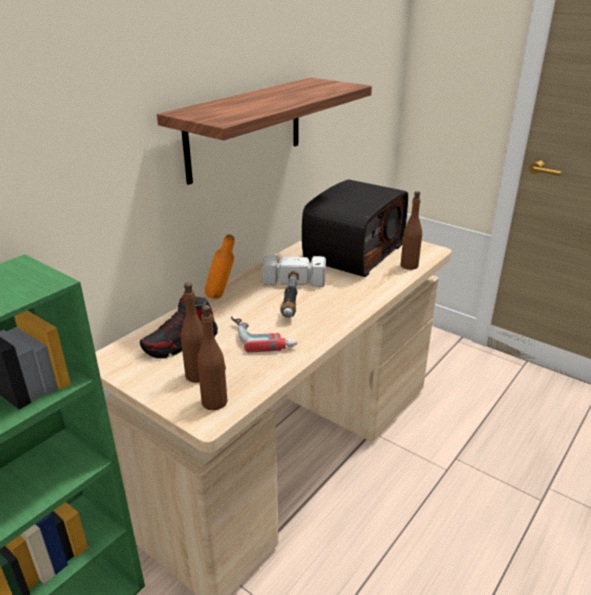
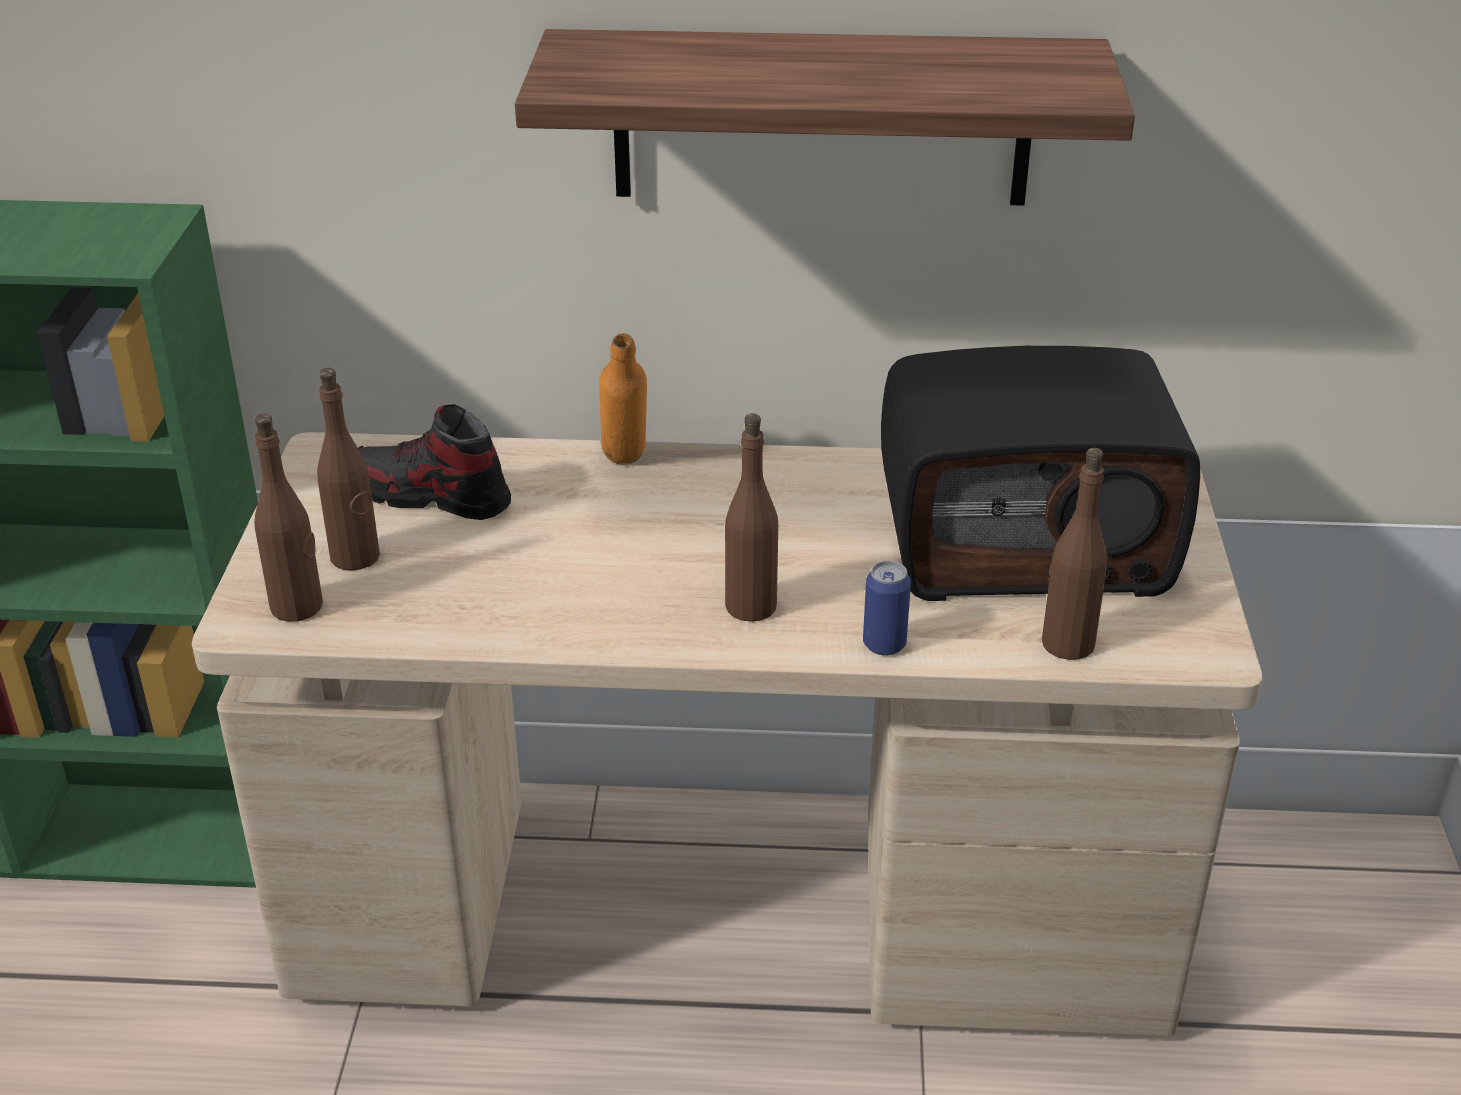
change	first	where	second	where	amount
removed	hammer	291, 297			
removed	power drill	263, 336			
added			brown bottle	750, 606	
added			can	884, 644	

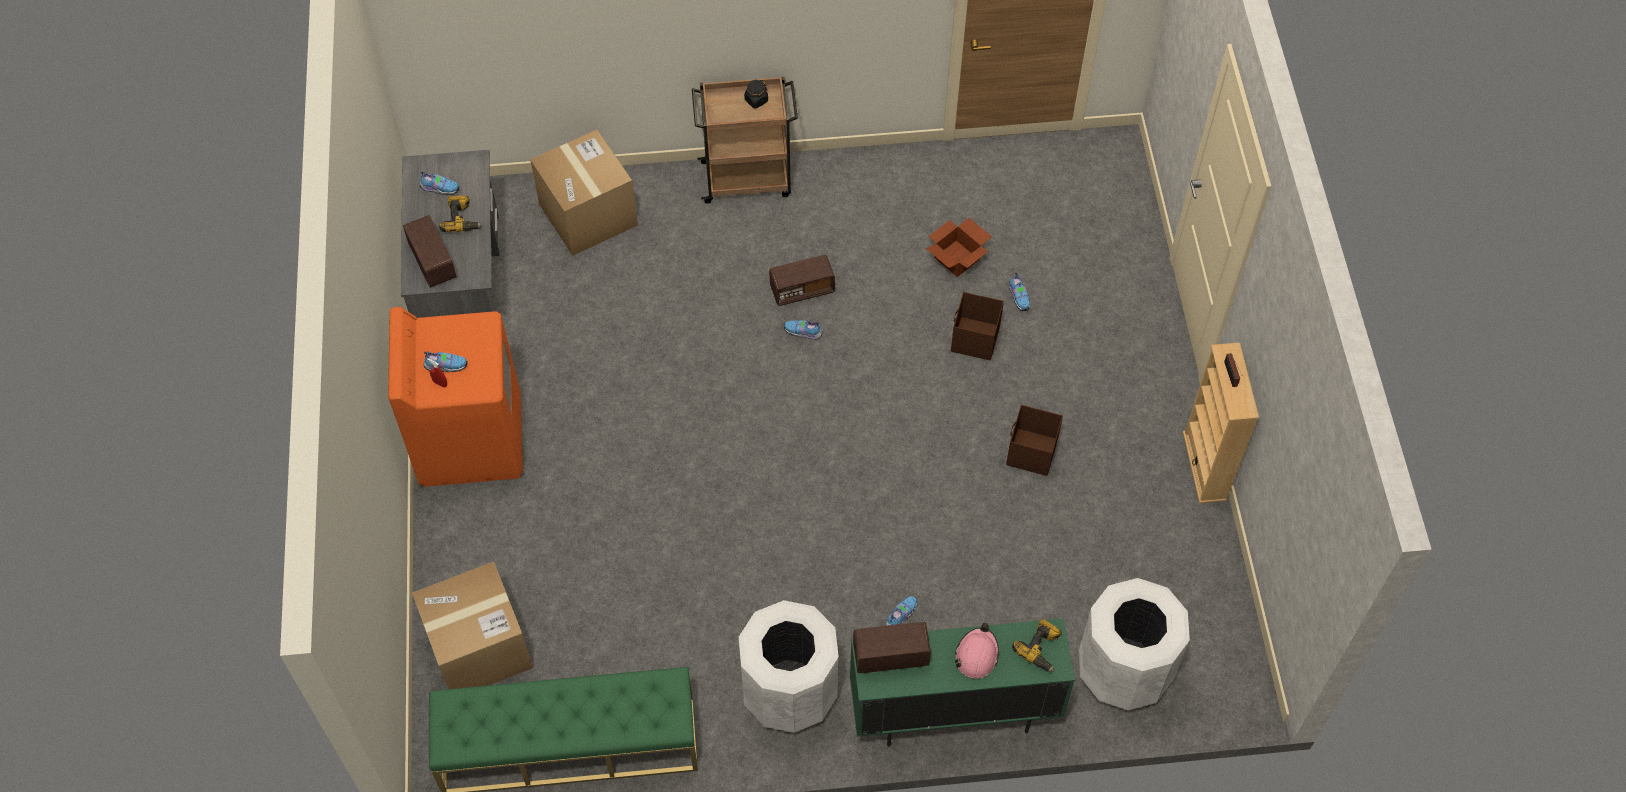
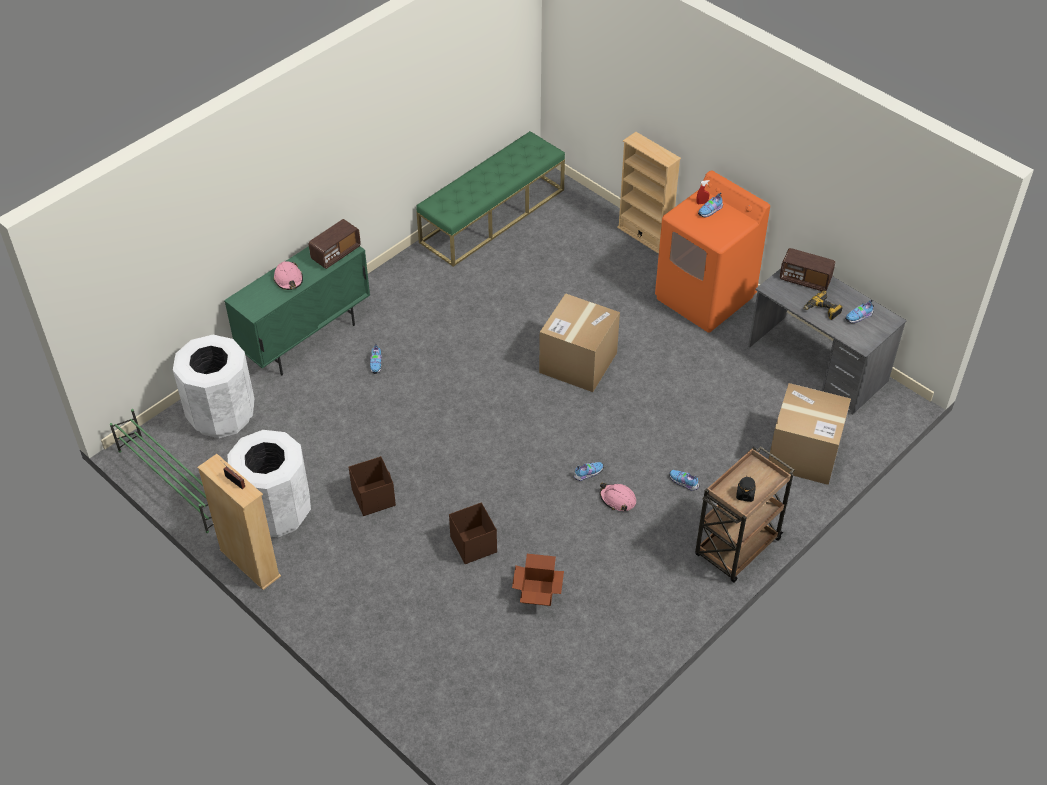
change	first	where	second	where	amount
replaced	radio	802, 290	pink hard hat	617, 499	
moved	shoe	1019, 297		684, 483	
moved	cardboard box	479, 648		578, 362	
moved	white trash can	789, 693		276, 512	
removed	power drill	1041, 648			
added			beige bookcase	644, 236	
added			green shoe rack	173, 482	

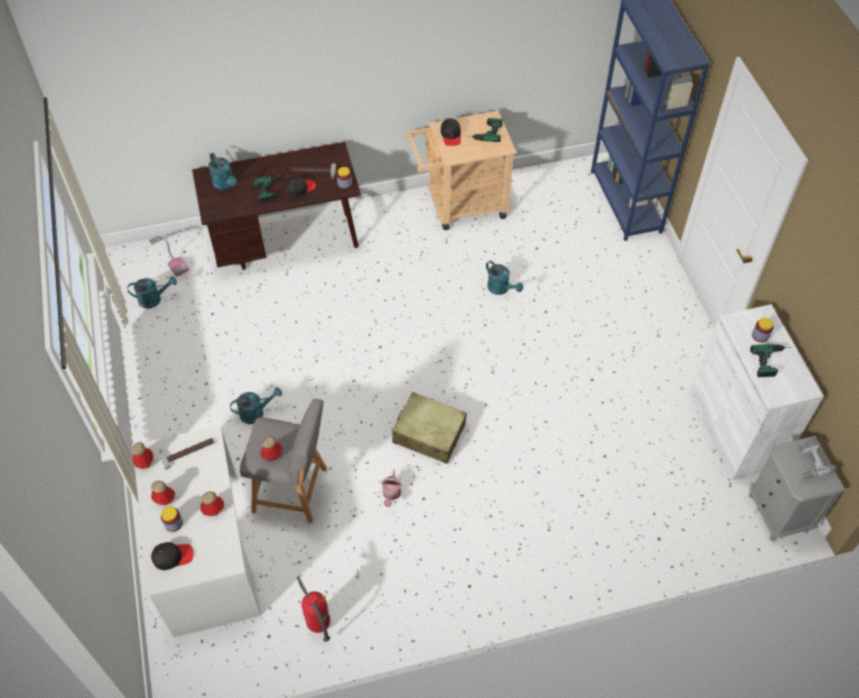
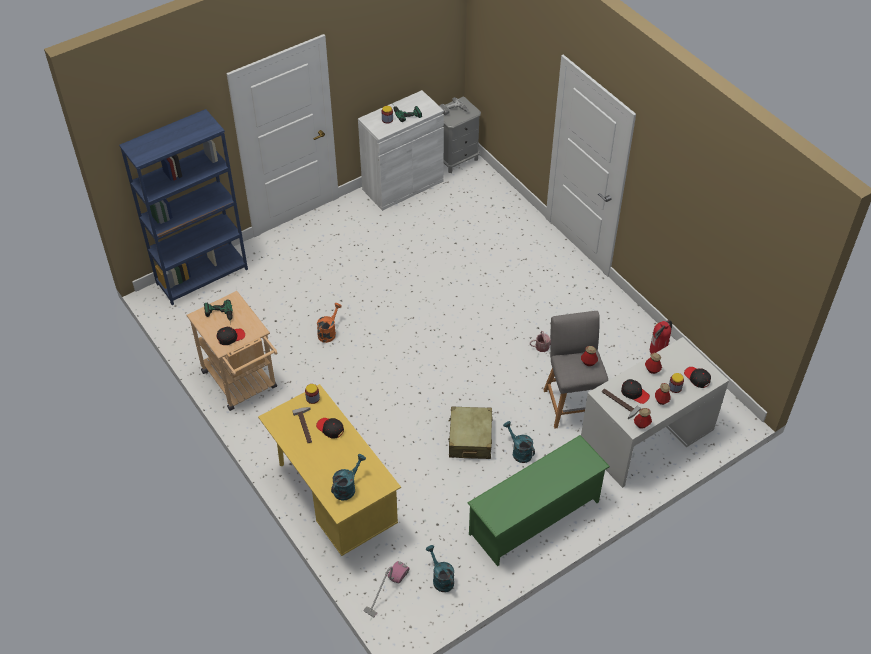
change	first	where	second	where	amount
recoloured	brown desk	286, 242	yellow desk	333, 499	
removed	power drill	273, 189			
recoloured	turquoise watering can	501, 289	orange watering can	328, 332	
moved	beige suitcase	429, 434		470, 439	
added			black cap	634, 393	
added			green shoe rack	535, 518	

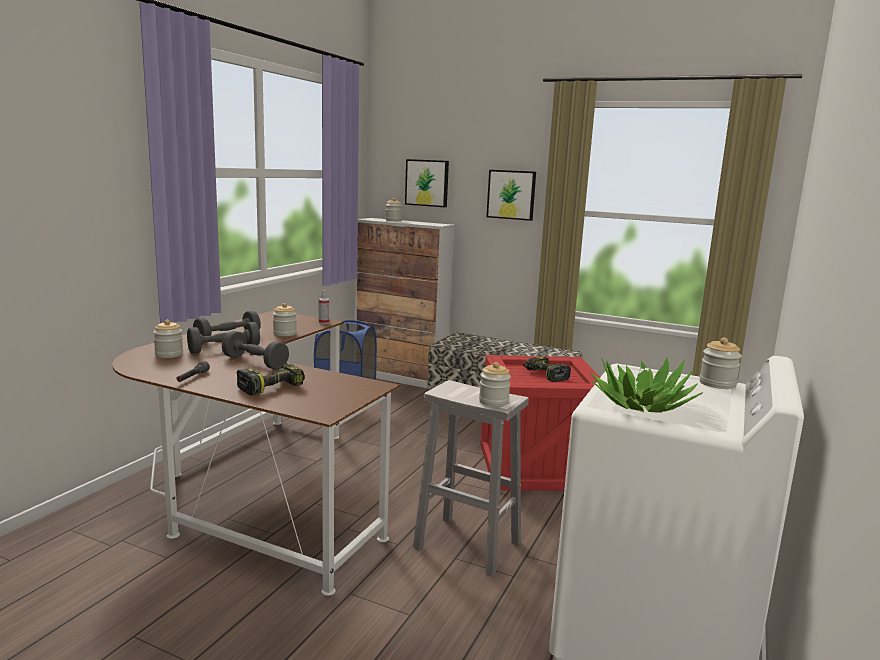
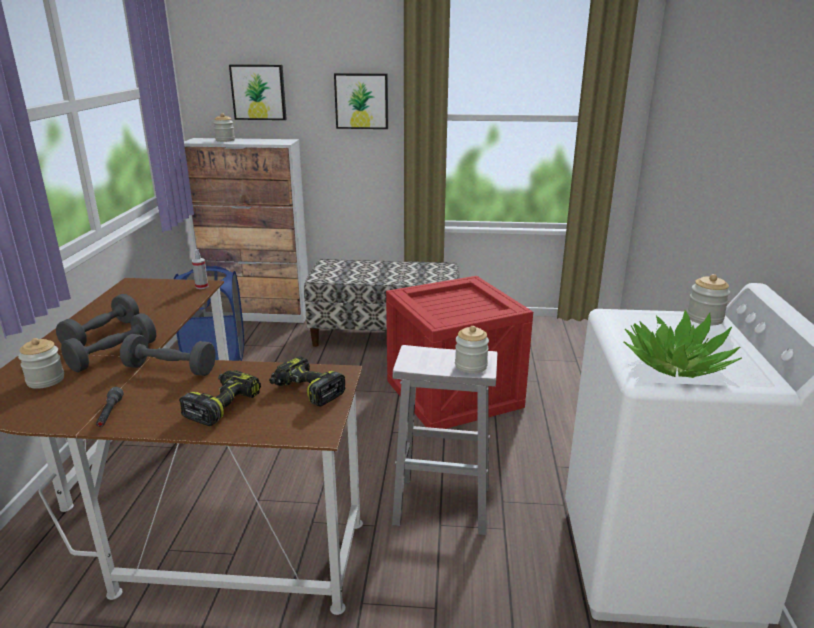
change	first	where	second	where	amount
removed	jar	285, 333			
moved	power drill	545, 375		306, 391	

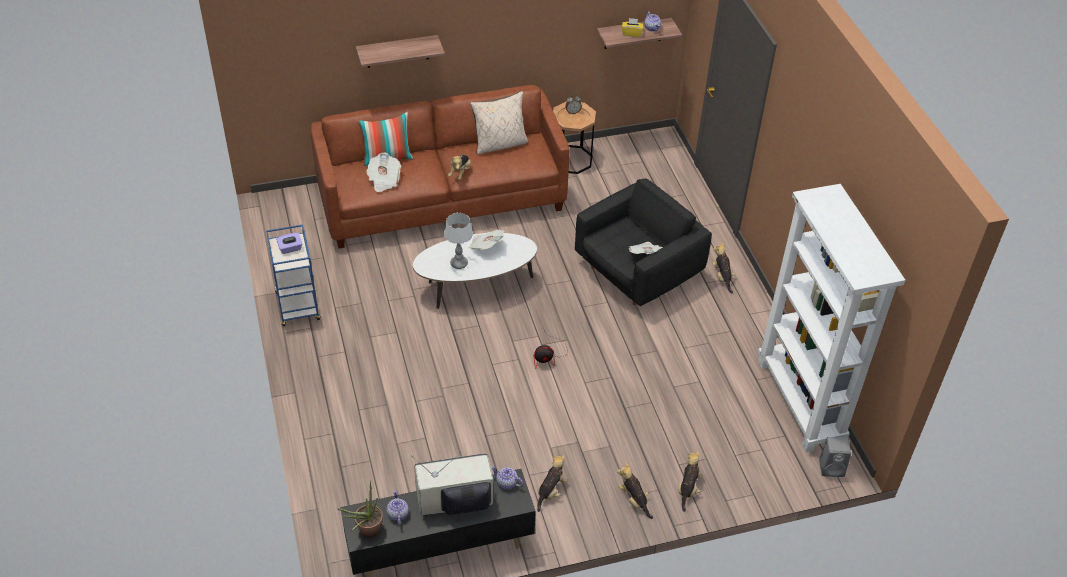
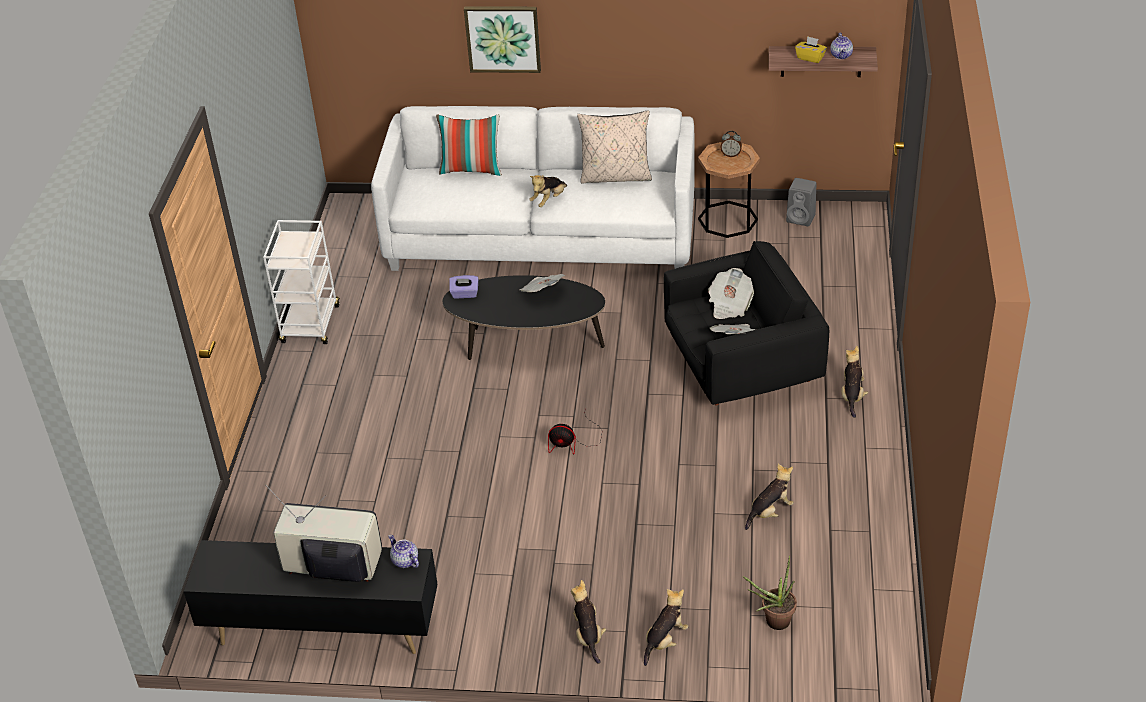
change	first	where	second	where	amount
replaced	shelf	397, 51	picture	503, 38	
recoloured	brown sofa	442, 198	white sofa	542, 237	
moved	newspaper	383, 180		730, 305	
removed	white bookcase	800, 402			
removed	table lamp	459, 264			
recoloured	blue cart	298, 307	white cart	310, 325	
moved	purple tissue box	290, 248		464, 294	
recoloured	white coffee table	475, 287	black coffee table	527, 345	
moved	grey speaker	832, 468		801, 218	
moved	plush toy	550, 491		770, 512	
moved	potted plant	366, 532		773, 622	
removed	teapot	397, 514			

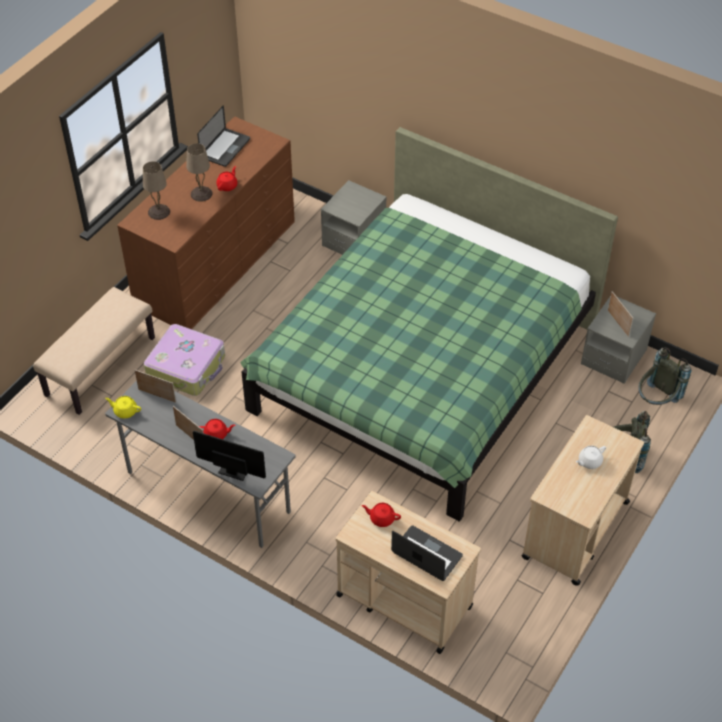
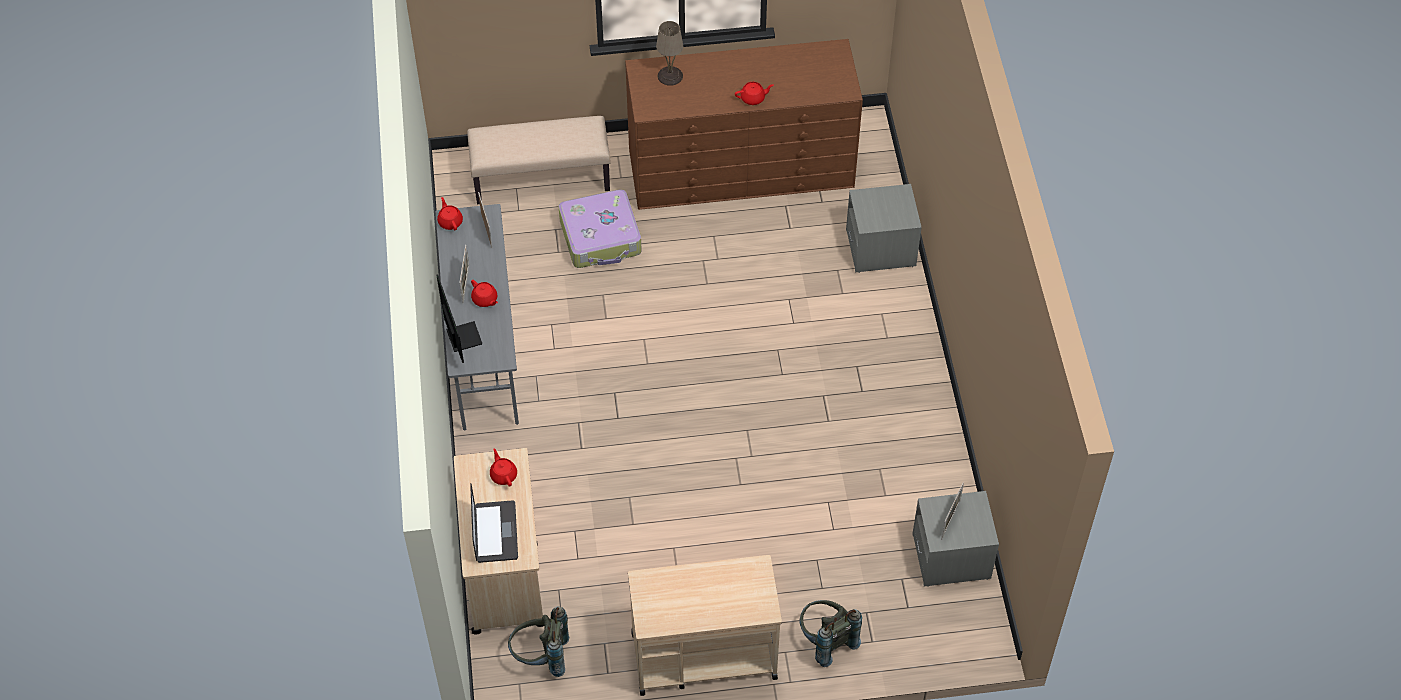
change	first	where	second	where	amount
removed	laptop	225, 148			
removed	green bed	423, 368			
removed	beige table lamp	202, 193			
moved	grey backpack	656, 401		541, 657	
recoloured	yellow teapot	125, 411	red teapot	450, 221	
removed	white teapot	589, 461			

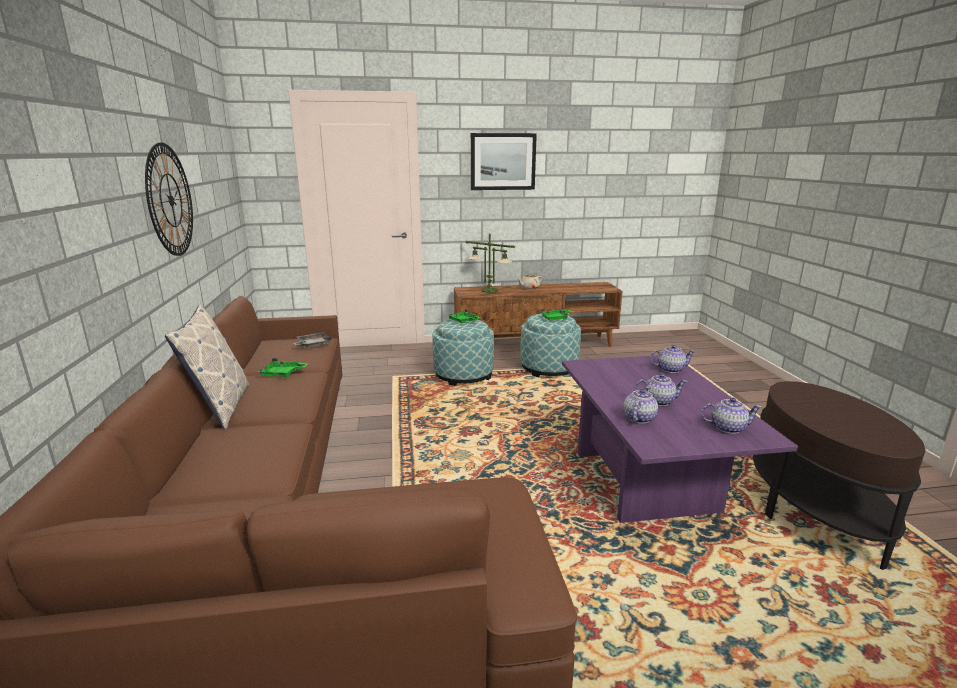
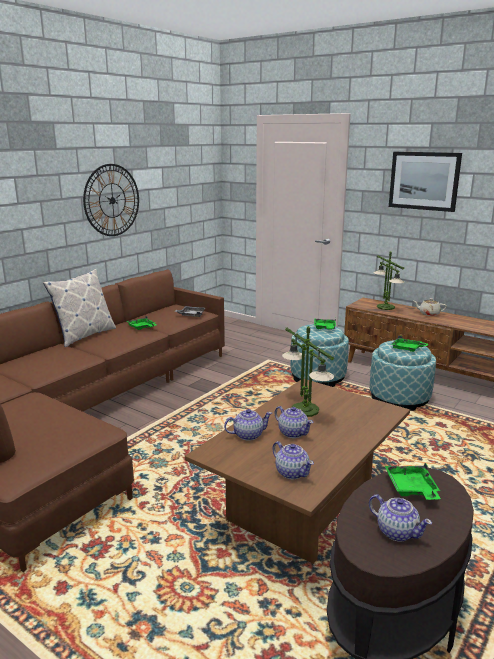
change	first	where	second	where	amount
moved	teapot	670, 369		396, 531	
recoloured	purple coffee table	649, 481	brown coffee table	302, 512	
added			table lamp	305, 410	
added			green tray	411, 489	

